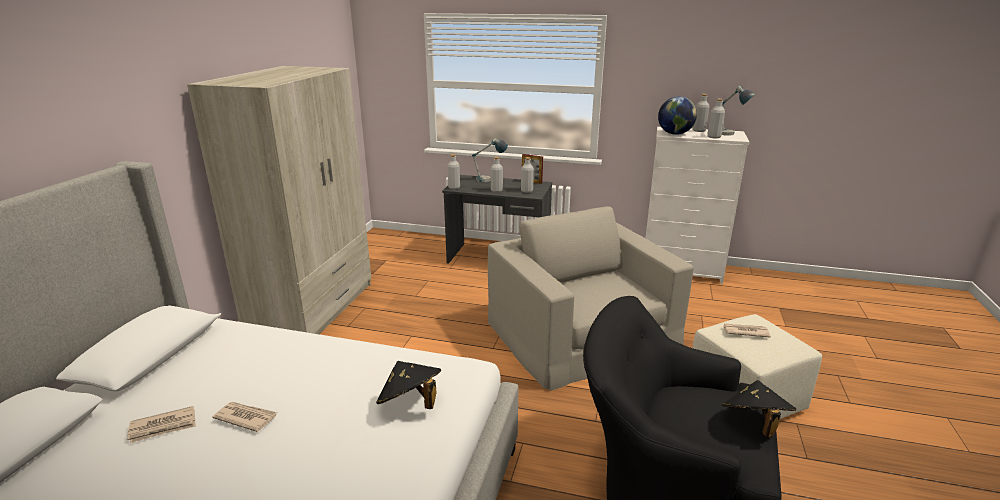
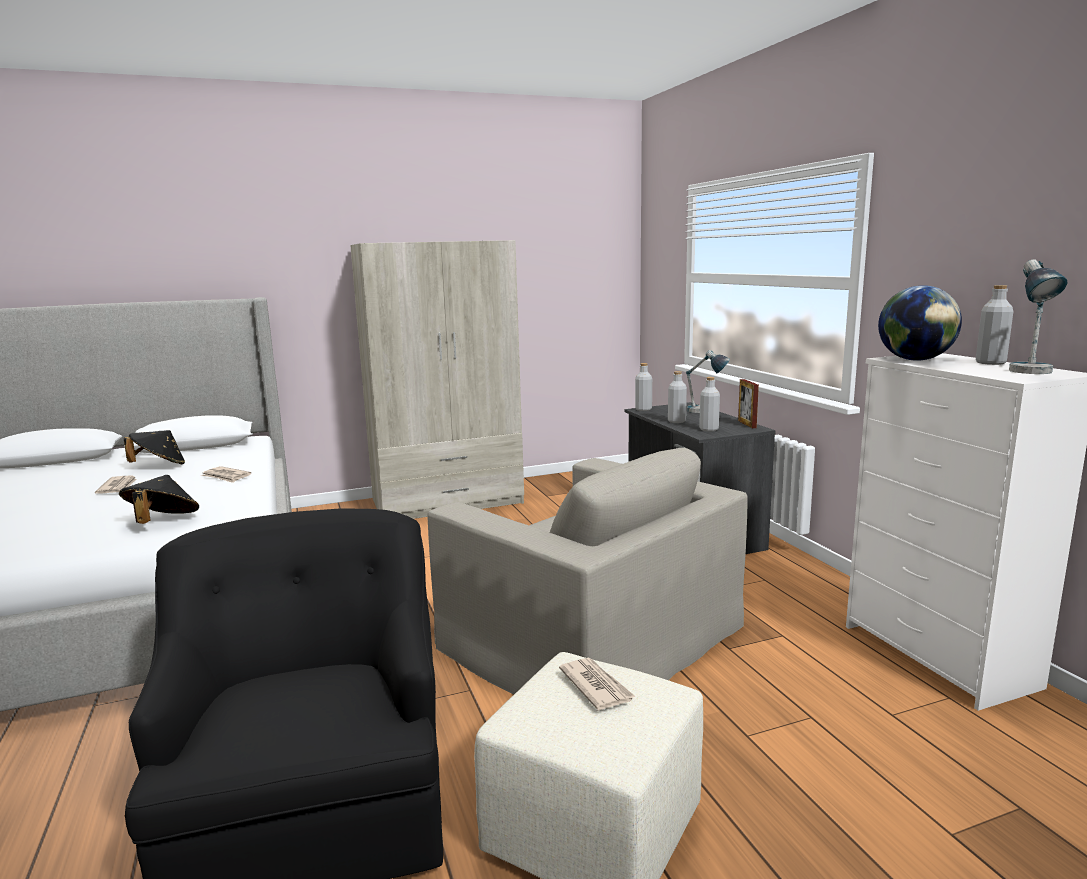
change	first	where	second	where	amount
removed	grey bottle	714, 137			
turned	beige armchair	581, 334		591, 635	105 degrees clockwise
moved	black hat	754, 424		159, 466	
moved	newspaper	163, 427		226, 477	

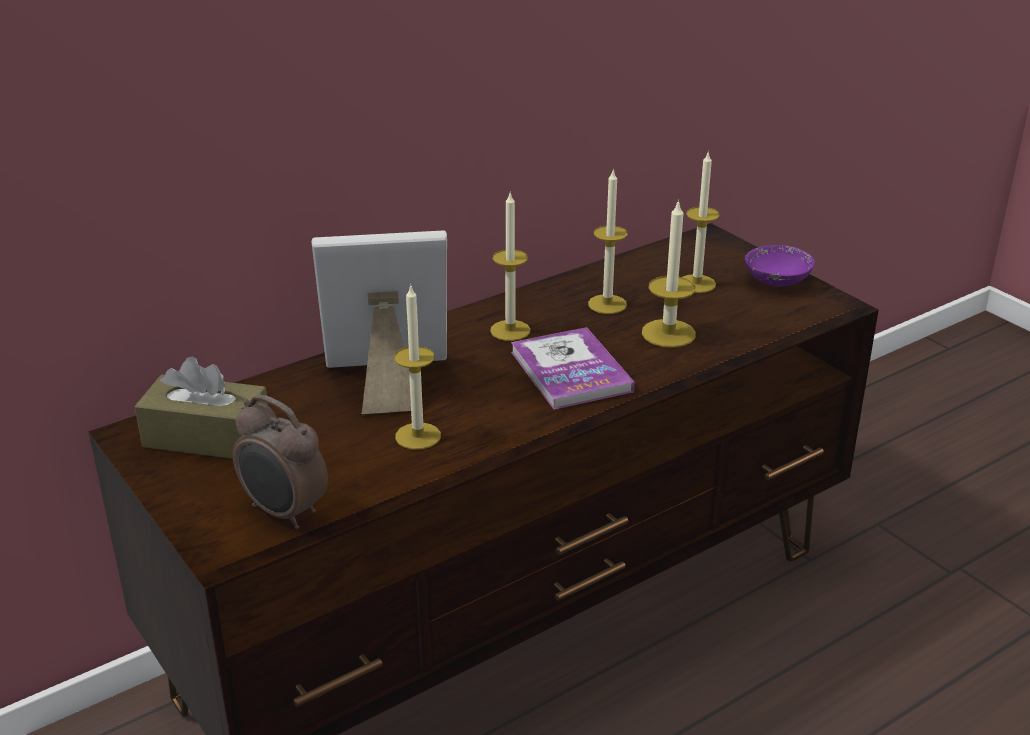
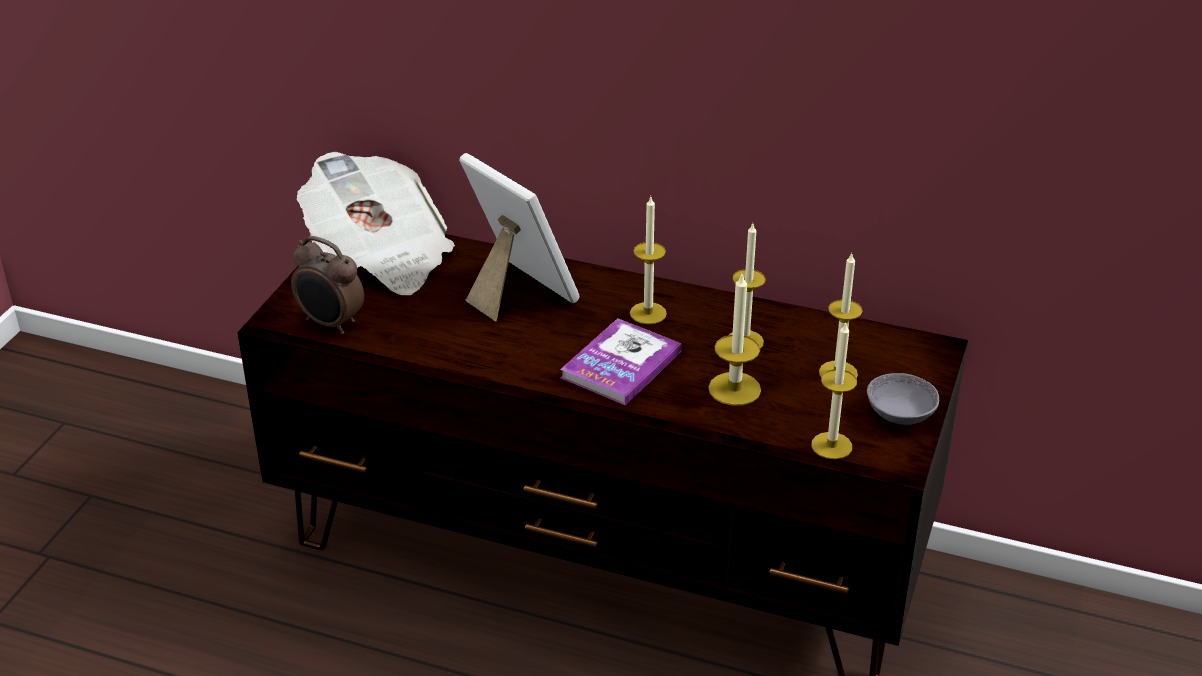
change	first	where	second	where	amount
recoloured	purple bowl	777, 281	grey bowl	900, 414	
moved	candle	418, 436		831, 445	
replaced	brown tissue box	207, 437	newspaper	380, 256	
turned	alarm clock	284, 513		330, 324	60 degrees counterclockwise

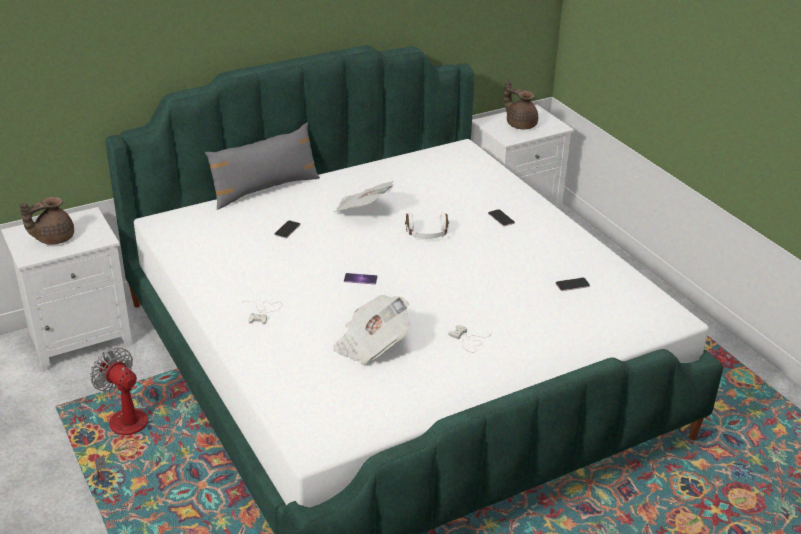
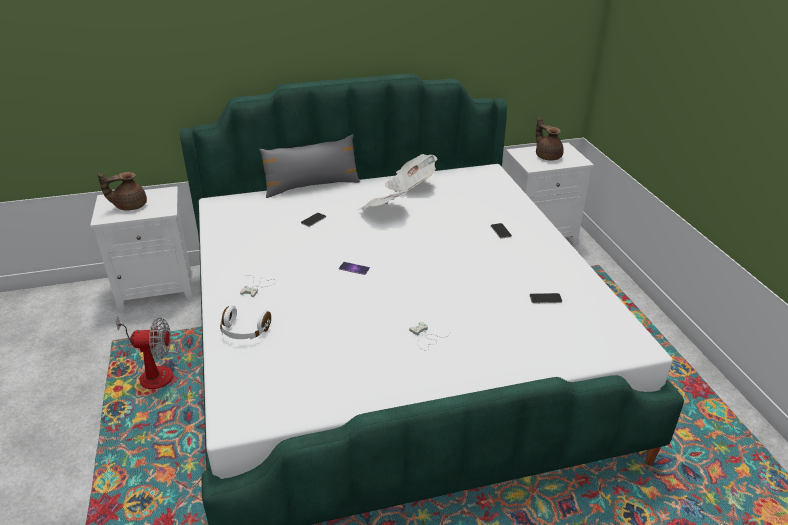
change	first	where	second	where	amount
moved	white headphones	427, 234		244, 331	
moved	newspaper	371, 345		410, 185	
turned	fan	124, 433		151, 372	120 degrees clockwise

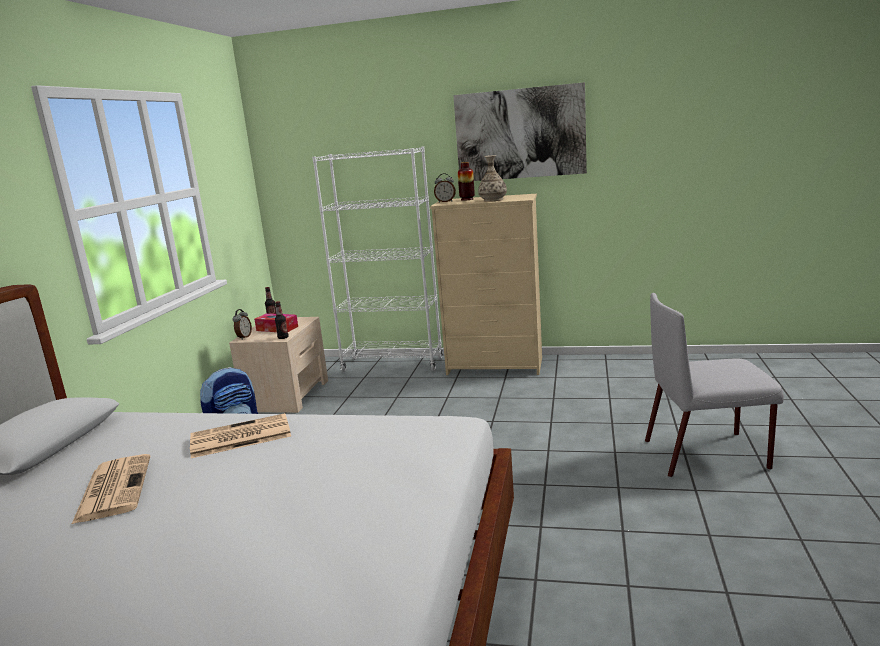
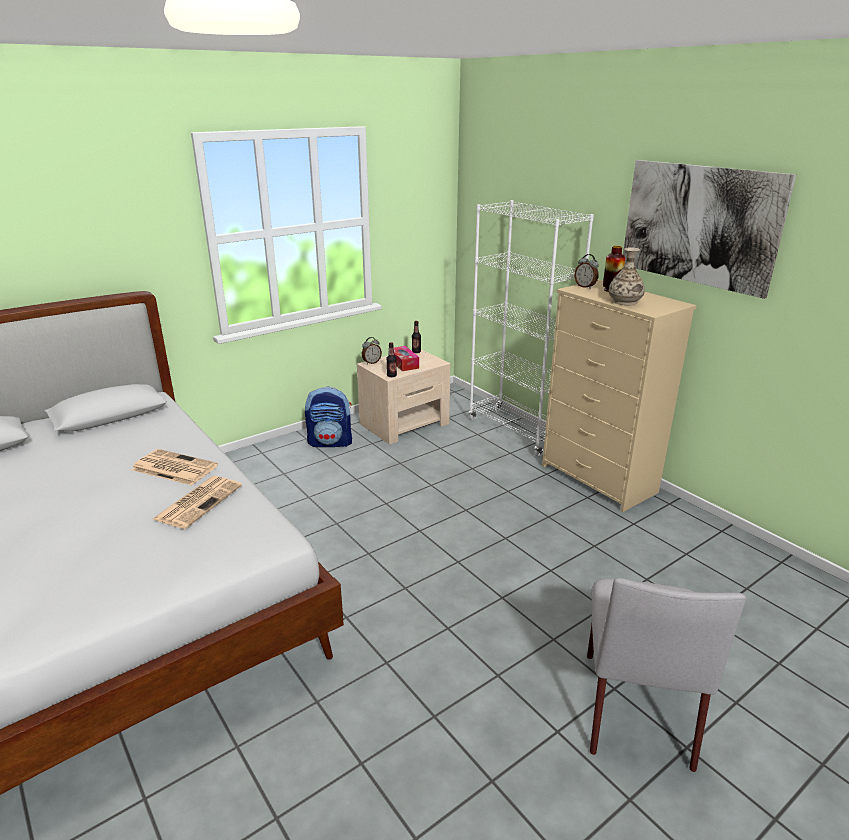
change	first	where	second	where	amount
turned	grey chair	707, 454		635, 706	120 degrees counterclockwise
moved	newspaper	114, 488		199, 501	

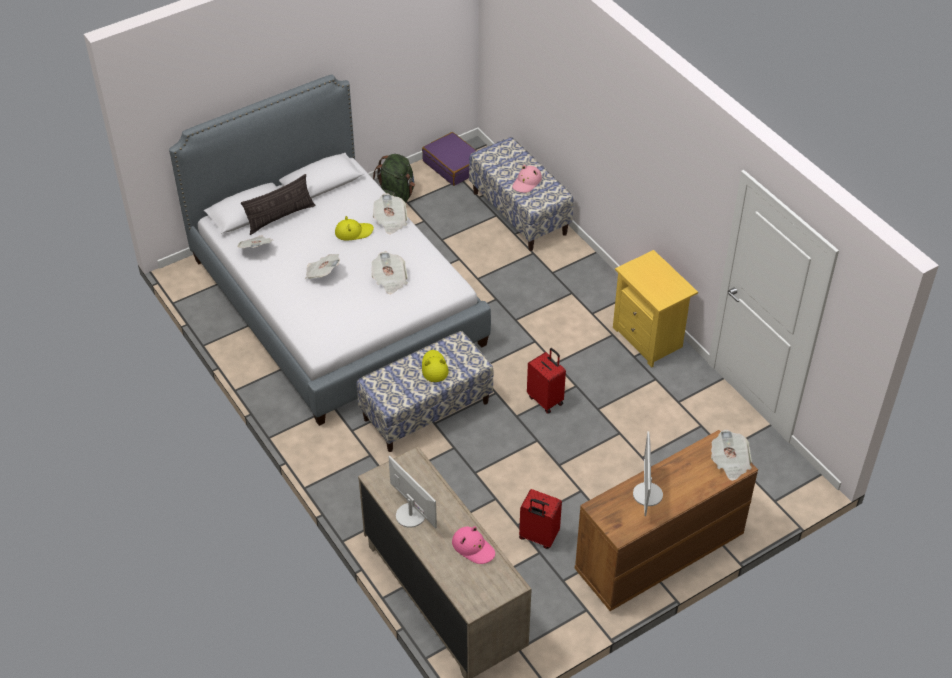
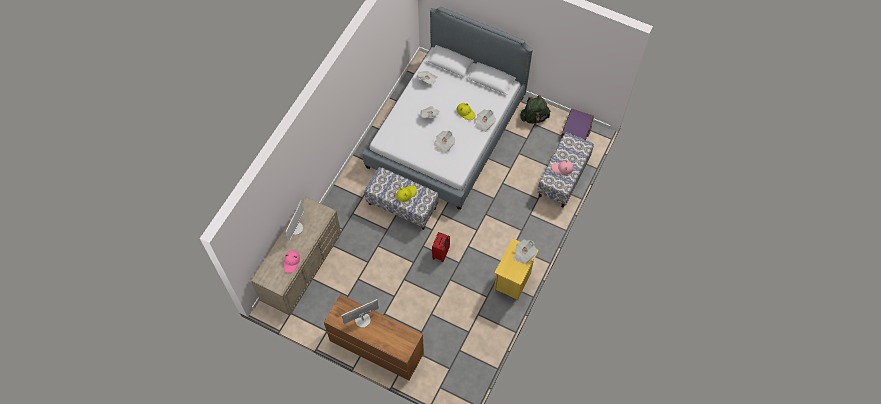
change	first	where	second	where	amount
removed	pillow	280, 217			
moved	newspaper	730, 462		523, 254	
removed	red suitcase	538, 537			

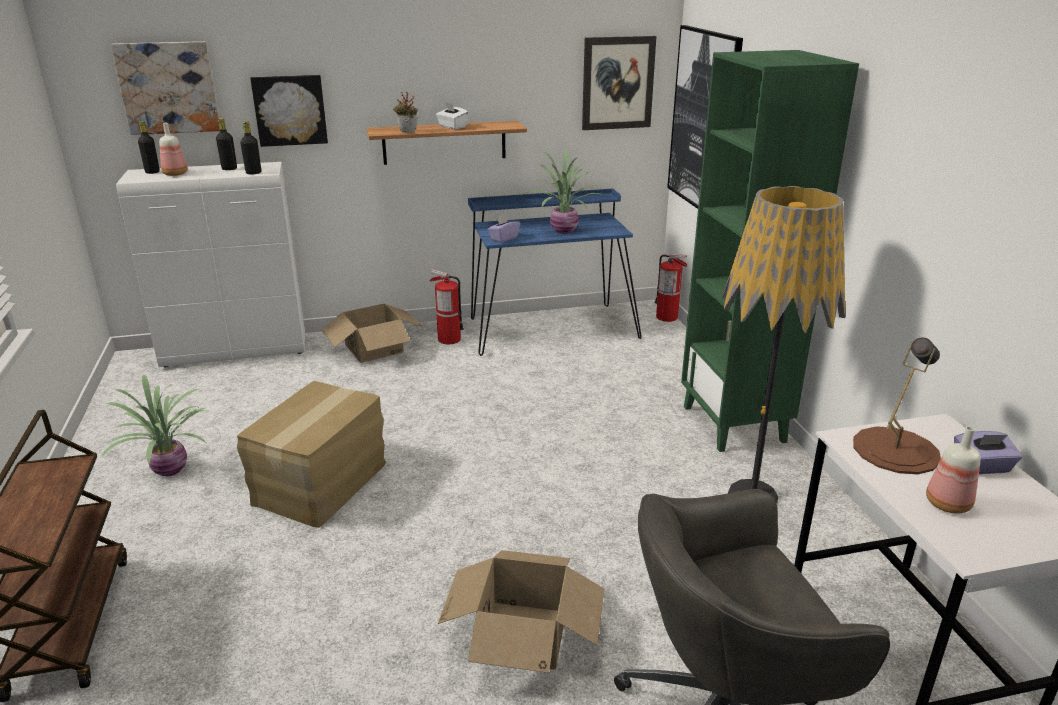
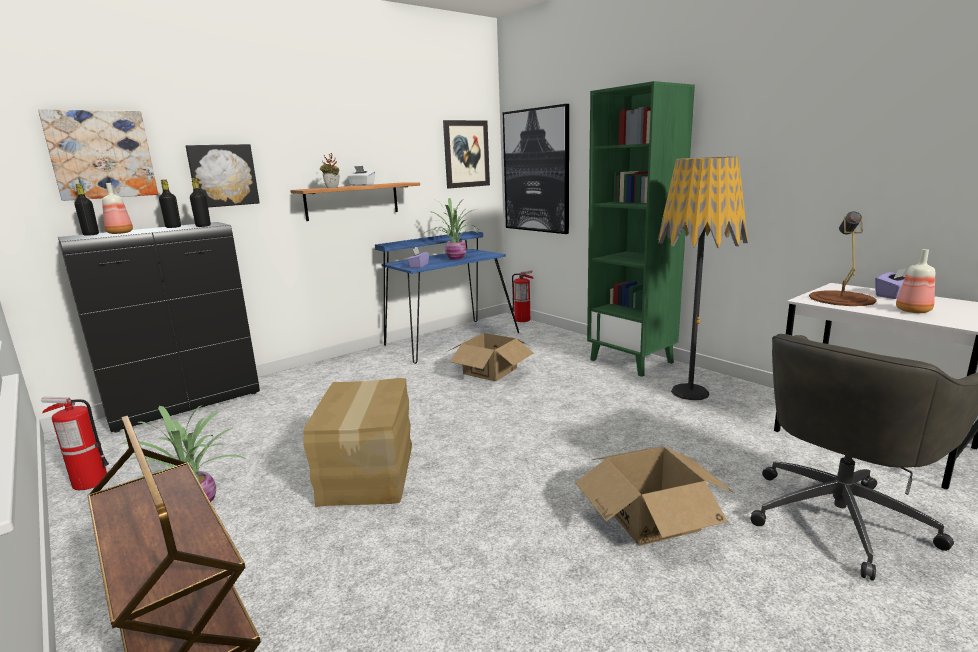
change	first	where	second	where	amount
recoloured	white cabinet	237, 351	black cabinet	187, 405	
moved	fire extinguisher	449, 339		89, 482	
moved	cardboard box	374, 348		489, 371	

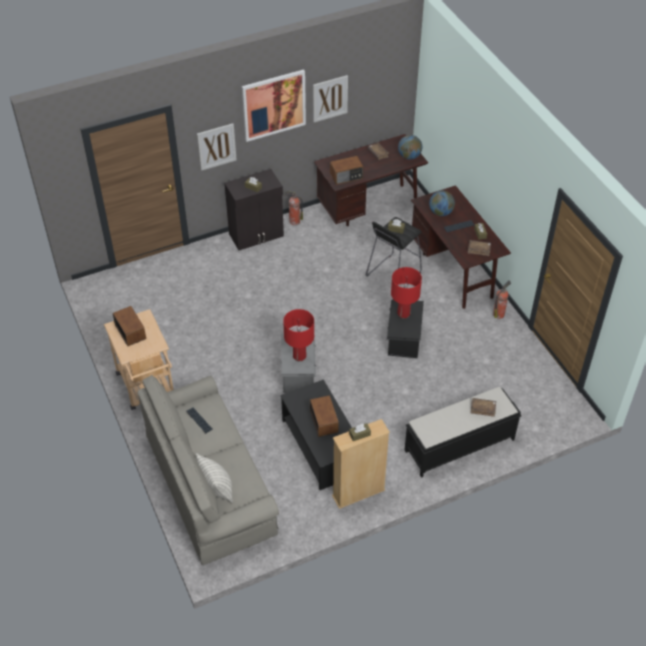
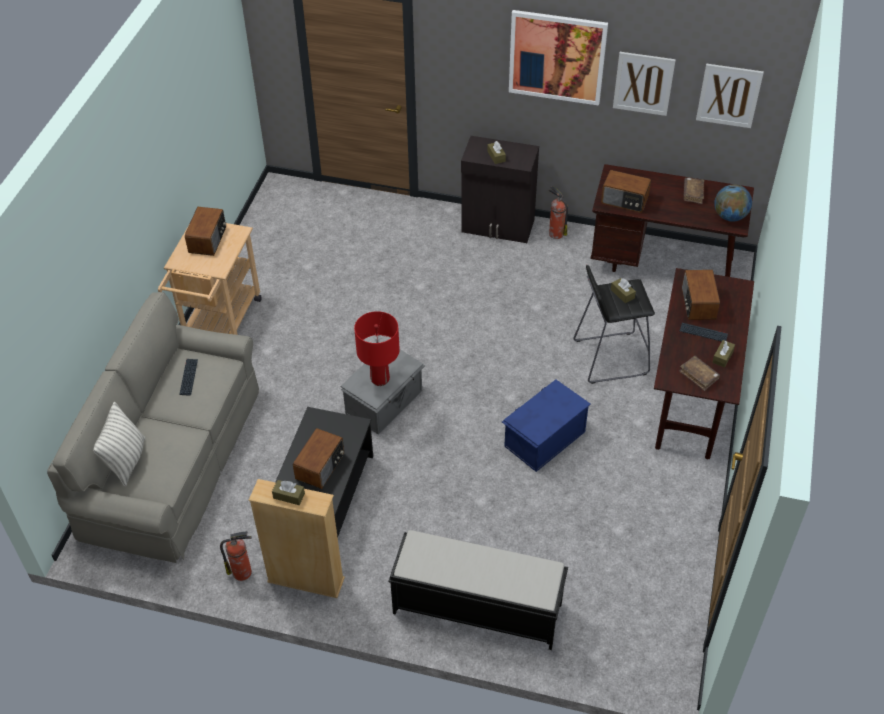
change	first	where	second	where	amount
moved	picture	216, 146		729, 95	
replaced	globe	440, 212	radio	697, 303	
removed	red table lamp	403, 314			
moved	fire extinguisher	499, 314		243, 572	
recoloured	black storage box	403, 338	blue storage box	543, 438	
removed	brown book	483, 409			

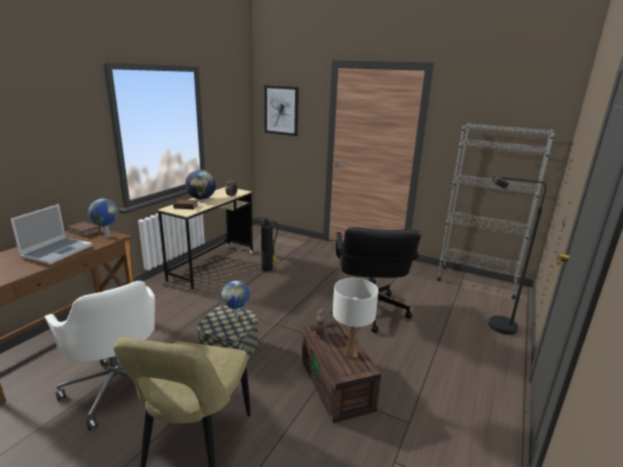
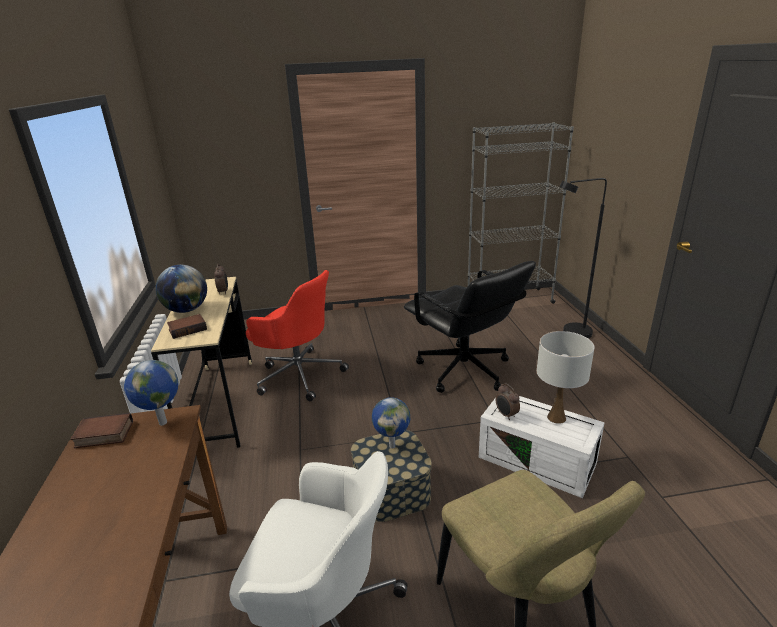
change	first	where	second	where	amount
removed	picture	281, 110			
removed	laptop	57, 251			
replaced	fire extinguisher	267, 269	red office chair	299, 374	
recoloured	brown storage box	338, 385	white storage box	538, 460	

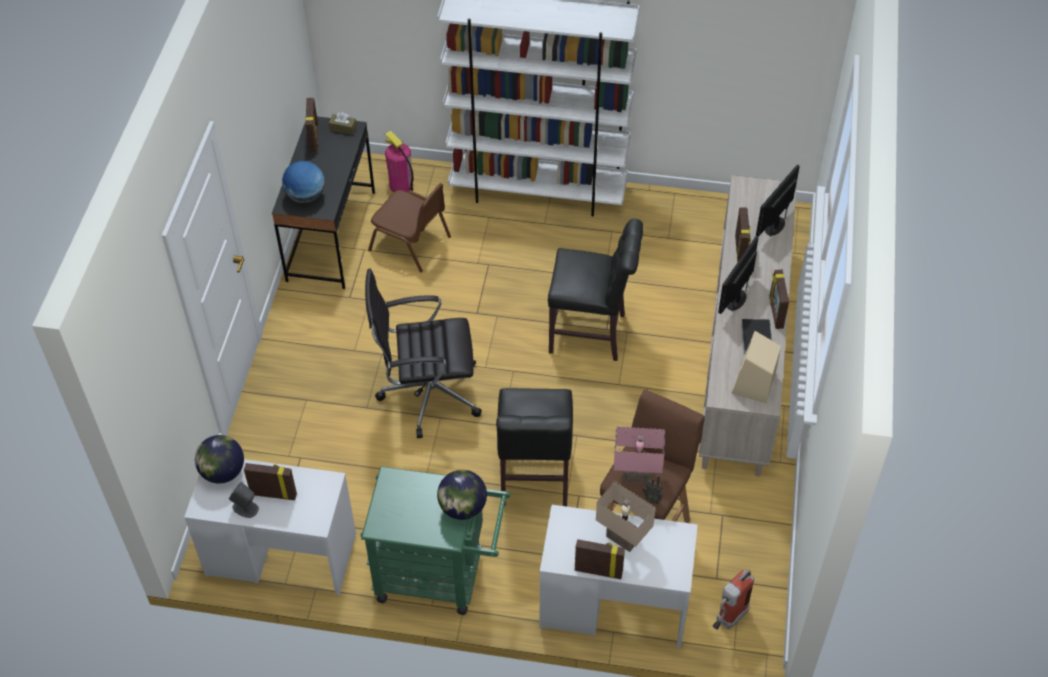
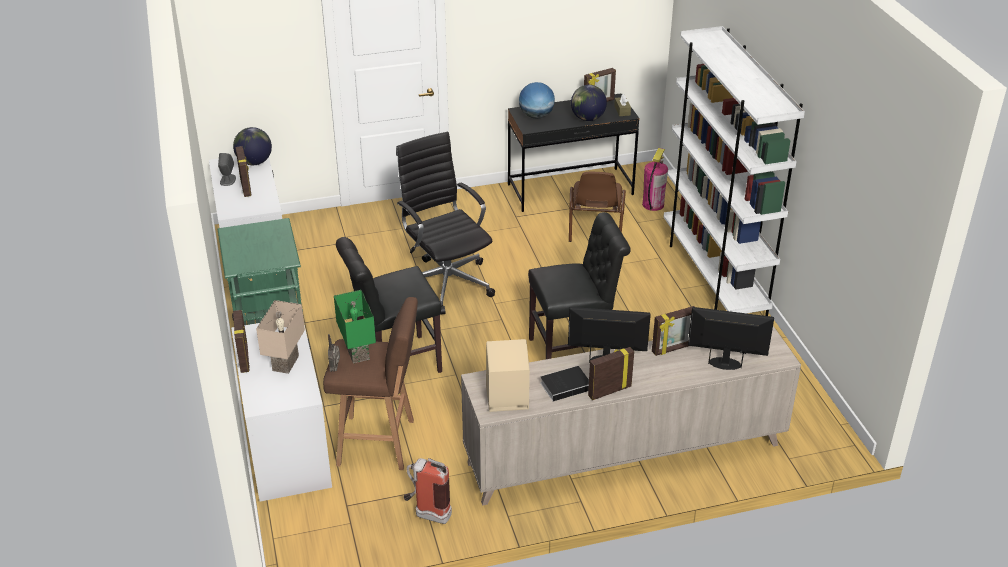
change	first	where	second	where	amount
turned	black chair	592, 334		575, 351	90 degrees counterclockwise
recoloured	pink table lamp	636, 476	green table lamp	356, 353	
moved	globe	463, 508		587, 118	
moved	fire extinguisher	727, 620		427, 514	

